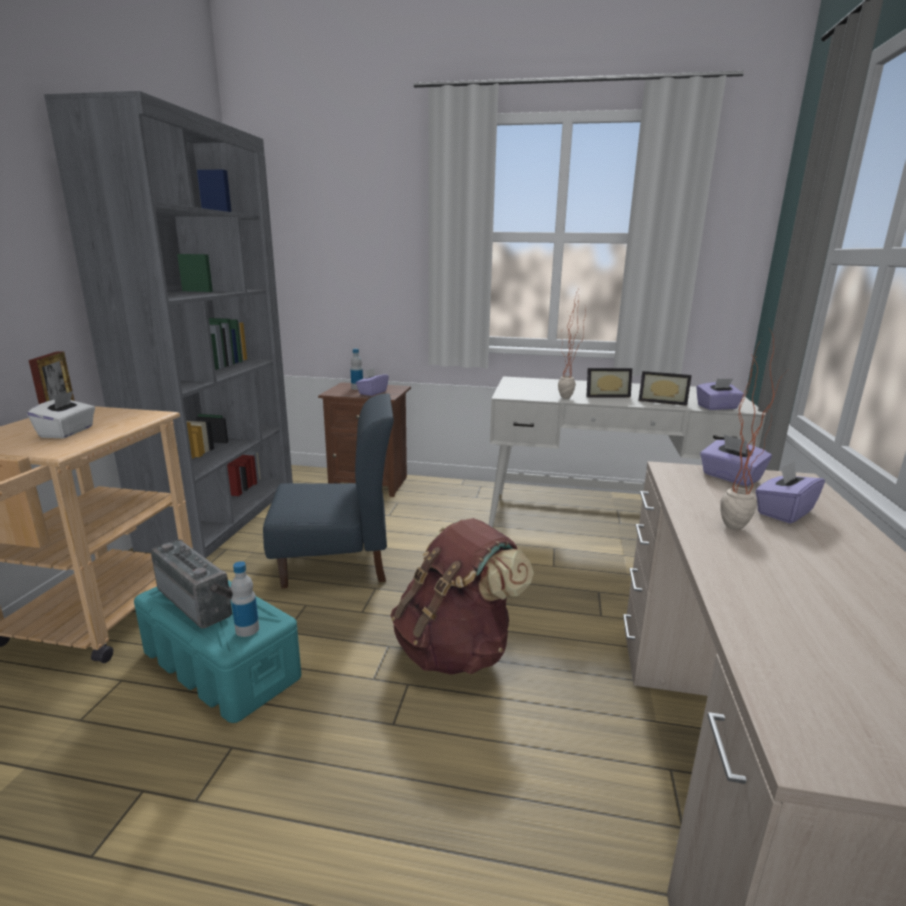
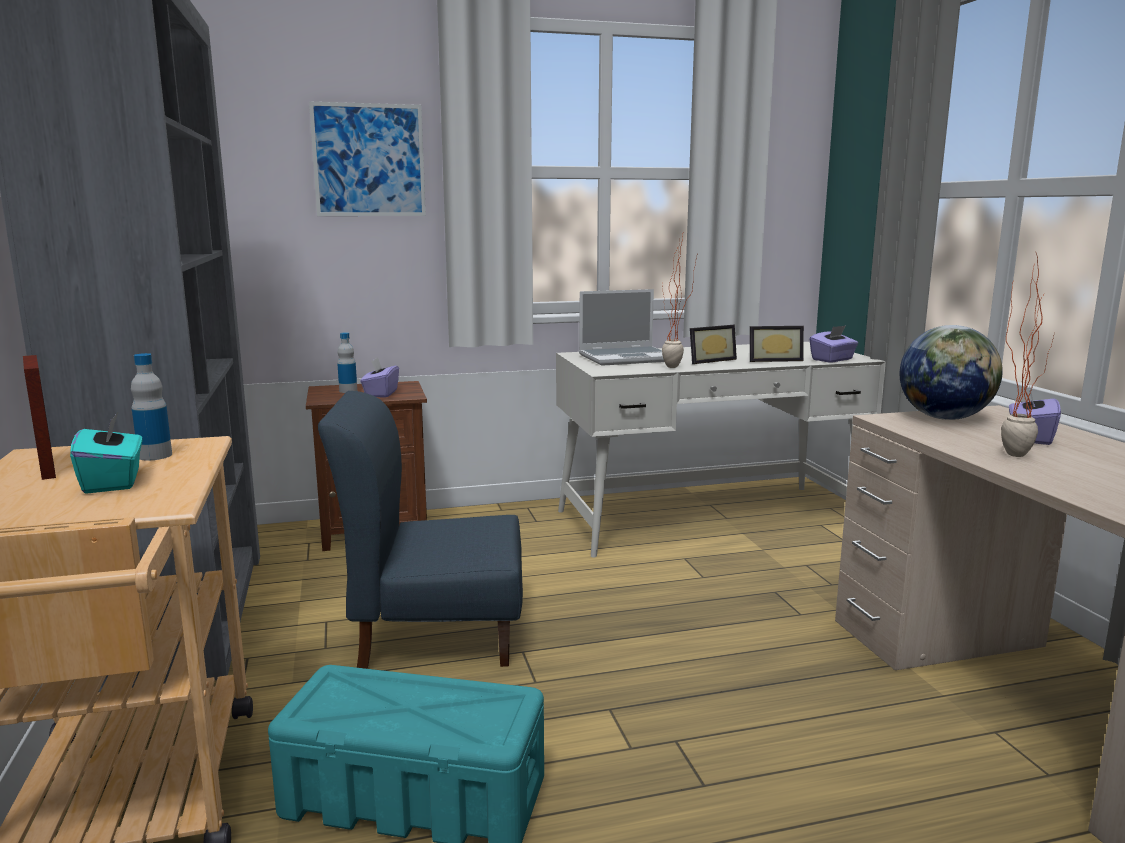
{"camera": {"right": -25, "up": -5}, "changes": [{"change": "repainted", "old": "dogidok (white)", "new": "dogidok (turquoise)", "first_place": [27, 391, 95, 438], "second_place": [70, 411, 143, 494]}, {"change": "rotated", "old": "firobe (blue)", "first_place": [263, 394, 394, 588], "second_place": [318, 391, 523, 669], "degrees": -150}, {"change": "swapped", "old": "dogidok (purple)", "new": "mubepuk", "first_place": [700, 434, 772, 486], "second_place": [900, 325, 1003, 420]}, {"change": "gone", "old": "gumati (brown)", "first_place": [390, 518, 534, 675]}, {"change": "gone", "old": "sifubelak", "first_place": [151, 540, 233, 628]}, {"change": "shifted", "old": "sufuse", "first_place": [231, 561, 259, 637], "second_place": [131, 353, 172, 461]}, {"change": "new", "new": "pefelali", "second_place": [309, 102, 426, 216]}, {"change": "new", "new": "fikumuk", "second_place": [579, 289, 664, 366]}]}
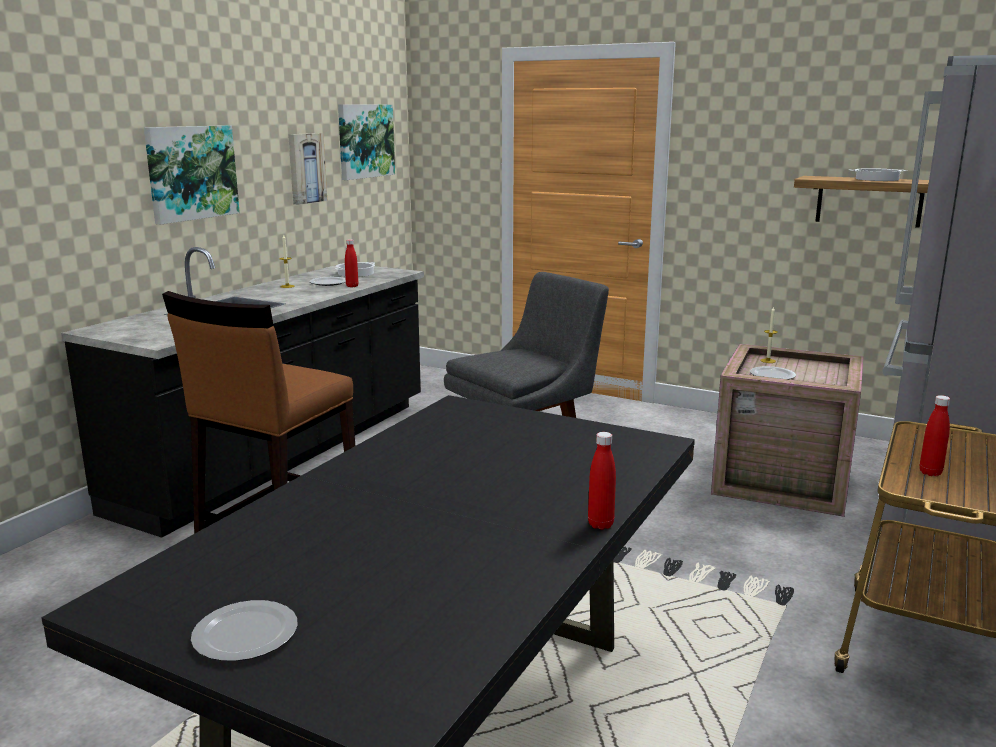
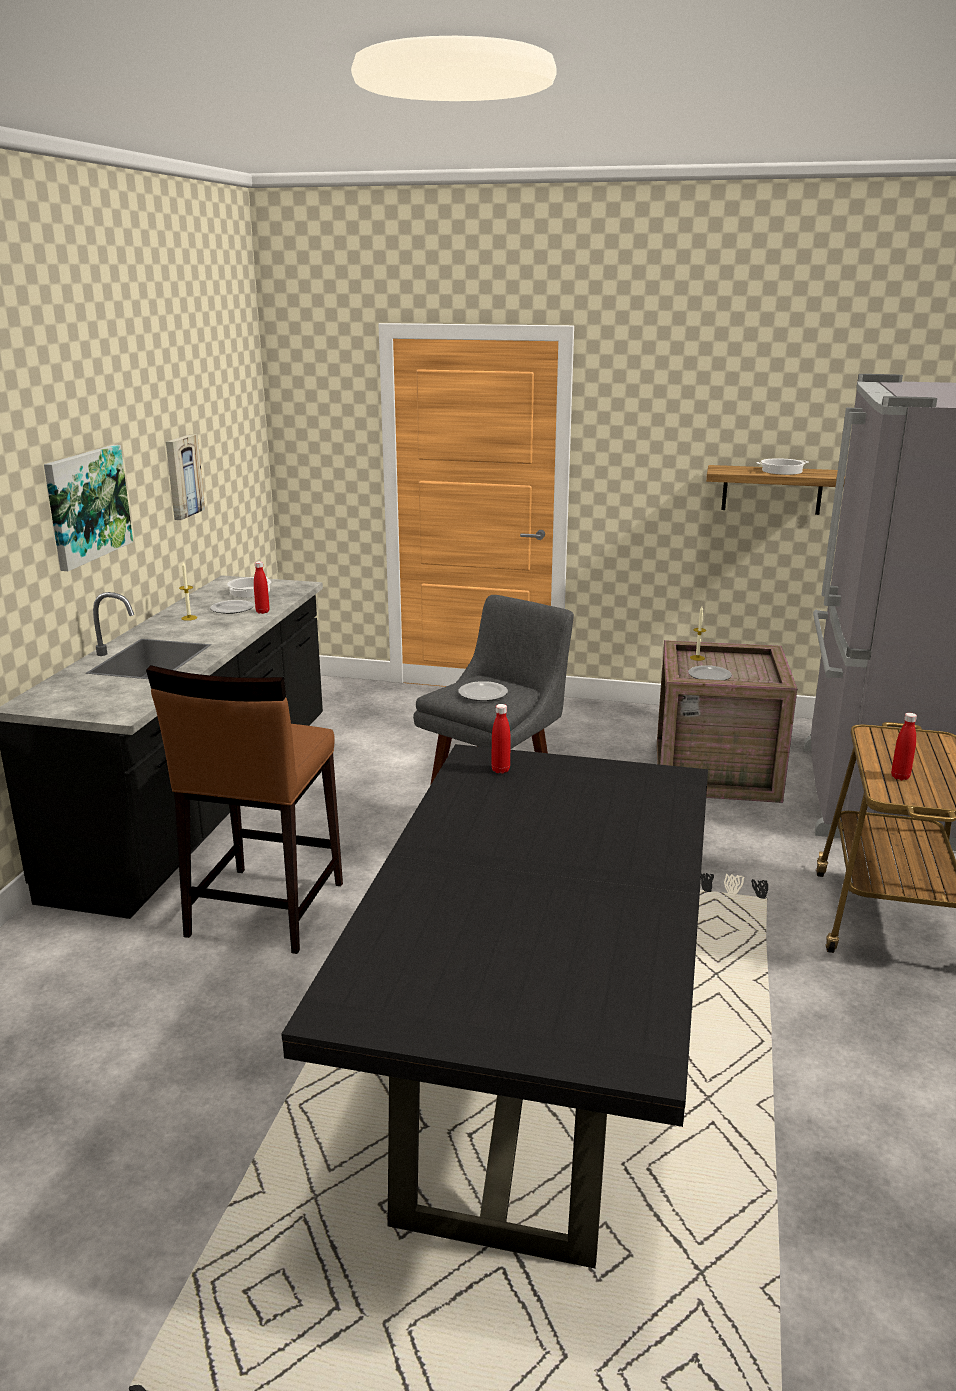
{"camera": {"right": -15, "up": 5}, "changes": [{"change": "gone", "old": "pefelali", "first_place": [338, 104, 395, 180]}, {"change": "shifted", "old": "sufuse (red)", "first_place": [588, 432, 616, 530], "second_place": [491, 704, 510, 774]}, {"change": "shifted", "old": "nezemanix", "first_place": [191, 600, 298, 661], "second_place": [458, 681, 508, 701]}]}
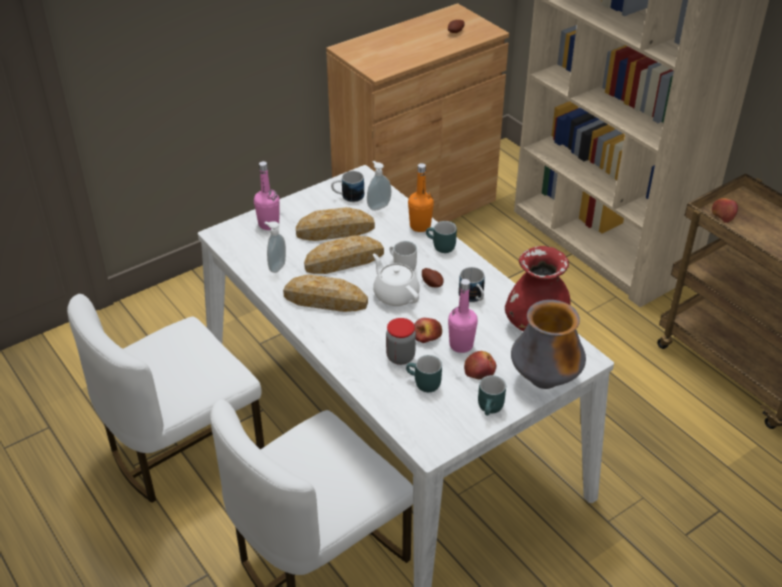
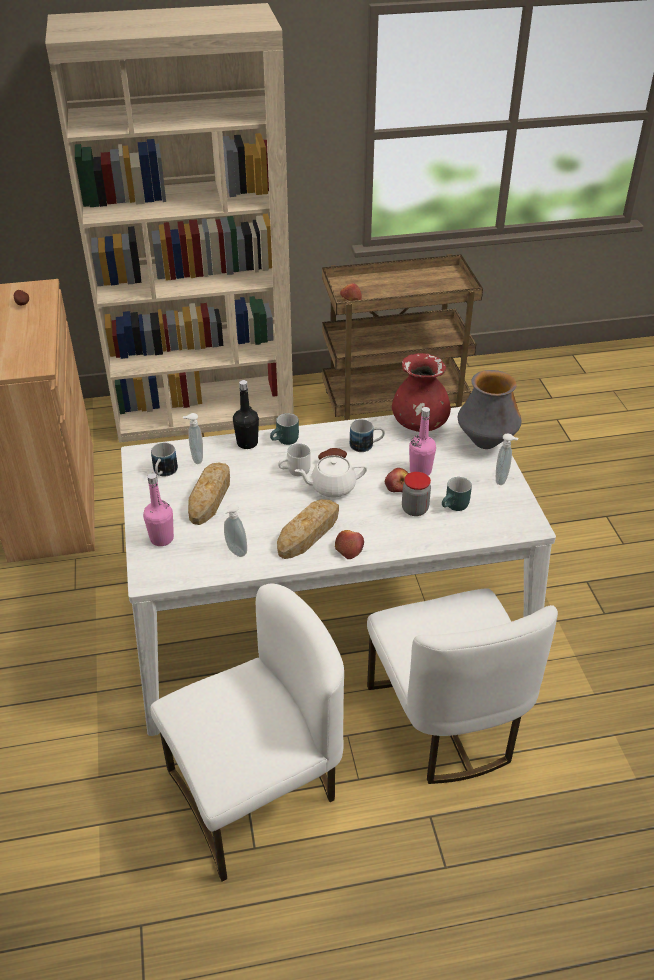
{"camera": {"right": -65, "up": 0}, "changes": [{"change": "repainted", "old": "sufuse (orange)", "new": "sufuse (black)", "first_place": [408, 163, 434, 232], "second_place": [233, 380, 259, 449]}, {"change": "gone", "old": "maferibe", "first_place": [304, 235, 384, 274]}, {"change": "rotated", "old": "firobe (white)", "first_place": [67, 294, 265, 503], "second_place": [150, 584, 344, 882], "degrees": -105}, {"change": "shifted", "old": "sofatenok", "first_place": [464, 351, 496, 380], "second_place": [335, 530, 364, 559]}, {"change": "swapped", "old": "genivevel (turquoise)", "new": "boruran", "first_place": [478, 375, 506, 415], "second_place": [496, 433, 518, 485]}]}
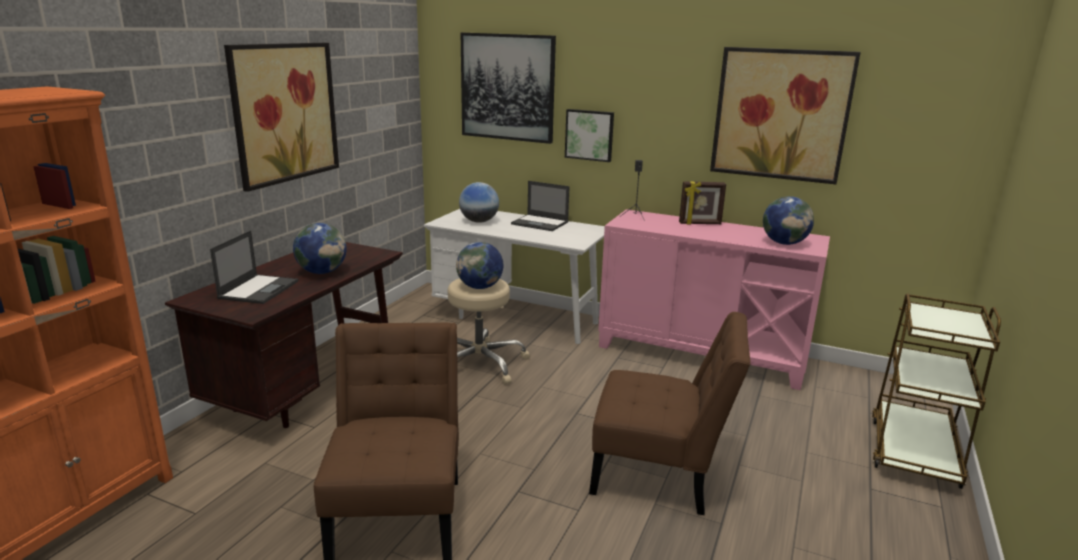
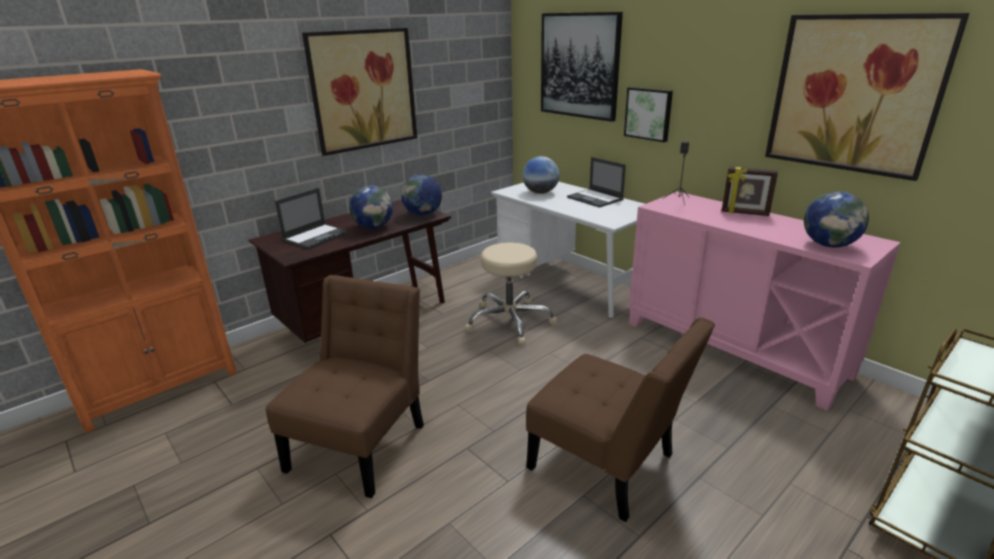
{"camera": {"right": 25, "up": 5}, "changes": [{"change": "shifted", "old": "mubepuk", "first_place": [456, 242, 503, 289], "second_place": [401, 175, 442, 216]}]}
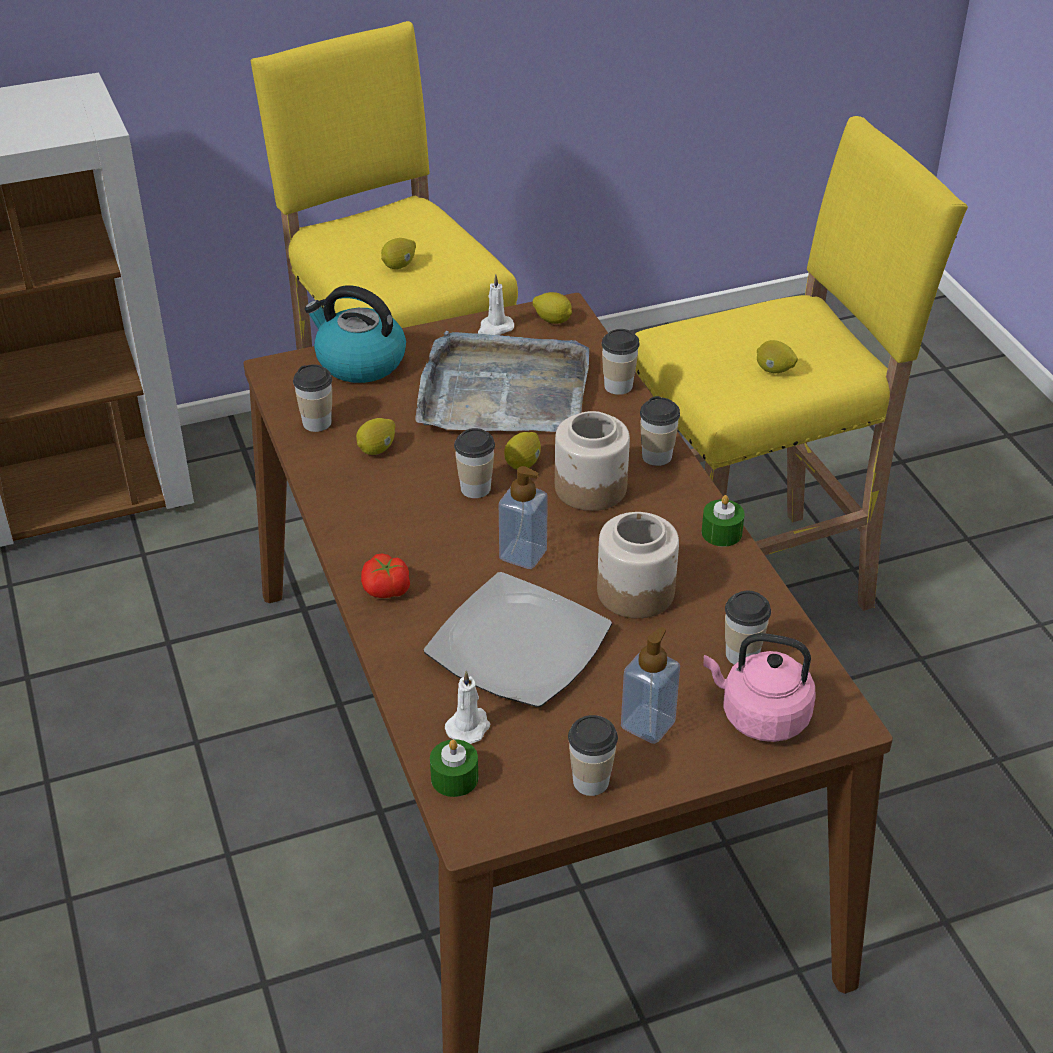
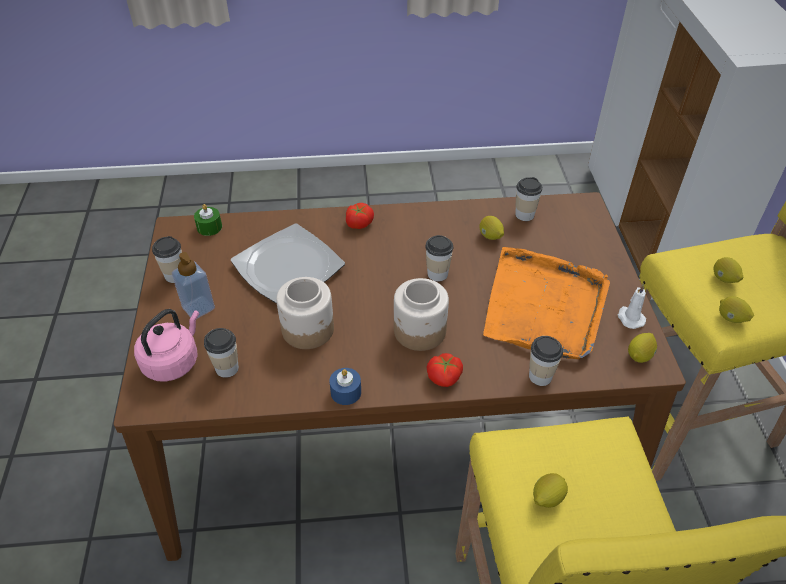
{"camera": {"right": 105, "up": 5}, "changes": [{"change": "gone", "old": "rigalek", "first_place": [305, 285, 406, 383]}, {"change": "repainted", "old": "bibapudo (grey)", "new": "bibapudo (orange)", "first_place": [415, 331, 589, 432], "second_place": [483, 247, 610, 359]}, {"change": "swapped", "old": "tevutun", "new": "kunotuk", "first_place": [640, 396, 680, 466], "second_place": [427, 353, 463, 387]}, {"change": "shifted", "old": "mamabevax", "first_place": [504, 432, 541, 469], "second_place": [719, 296, 754, 323]}, {"change": "gone", "old": "boruran", "first_place": [499, 466, 548, 569]}, {"change": "repainted", "old": "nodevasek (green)", "new": "nodevasek (blue)", "first_place": [702, 495, 745, 547], "second_place": [329, 368, 361, 405]}, {"change": "gone", "old": "nodevasek (white)", "first_place": [445, 670, 491, 744]}]}
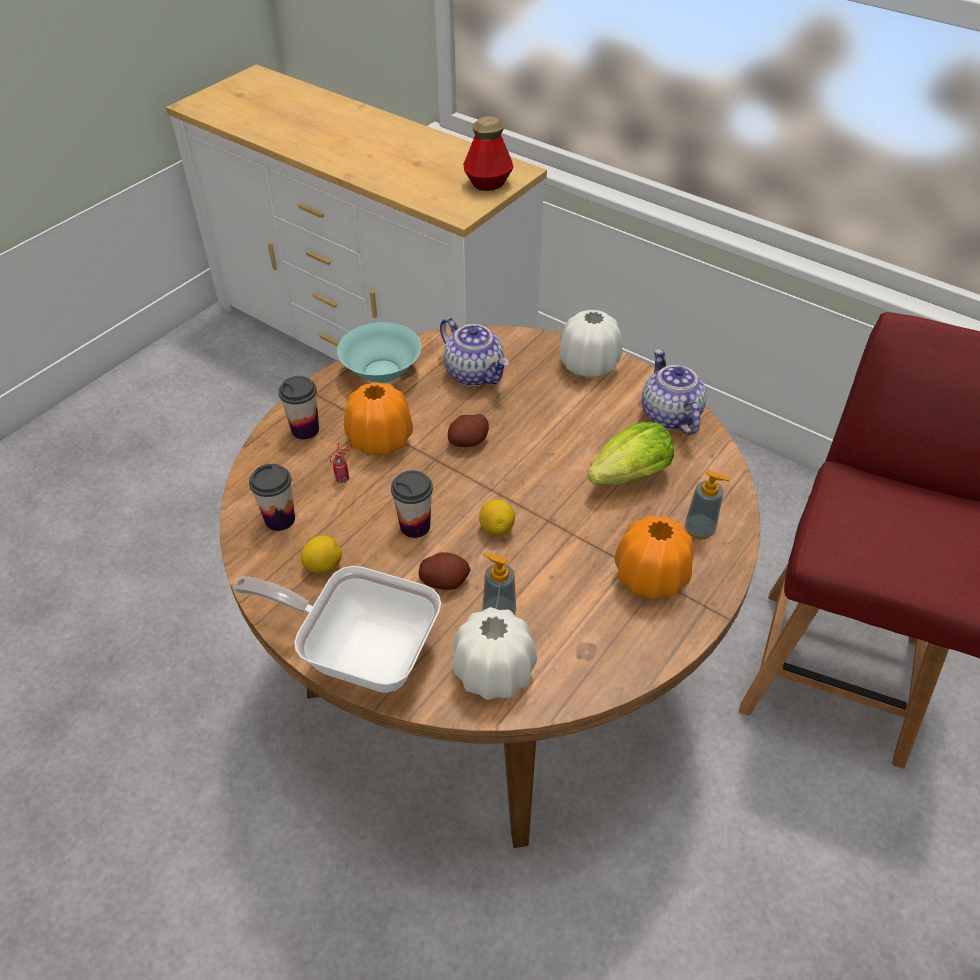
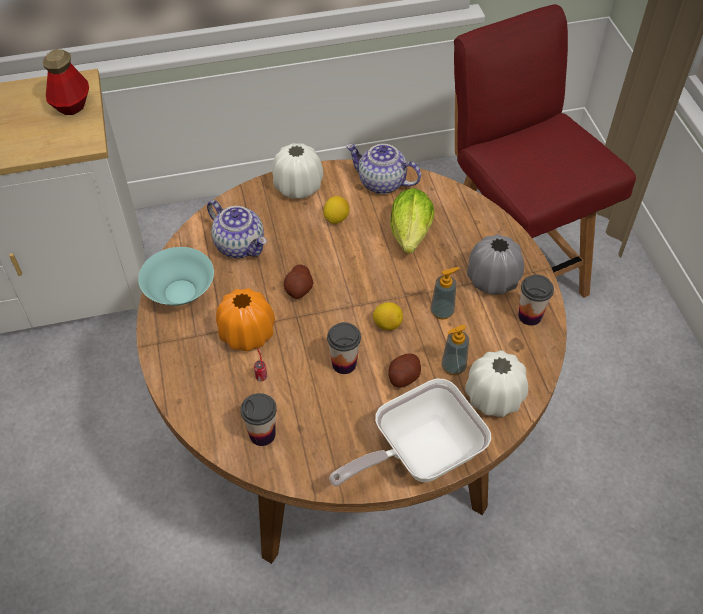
{"camera": {"right": -50, "up": 5}, "changes": [{"change": "rotated", "old": "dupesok", "first_place": [440, 317, 509, 386], "second_place": [207, 200, 267, 258], "degrees": 45}, {"change": "shifted", "old": "tevutun", "first_place": [278, 376, 319, 440], "second_place": [518, 274, 554, 326]}, {"change": "shifted", "old": "boruran", "first_place": [685, 470, 731, 540], "second_place": [430, 267, 460, 320]}, {"change": "repainted", "old": "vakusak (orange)", "new": "vakusak (grey)", "first_place": [615, 515, 694, 600], "second_place": [467, 234, 524, 295]}, {"change": "shifted", "old": "mamabevax", "first_place": [301, 535, 342, 573], "second_place": [323, 196, 349, 224]}]}
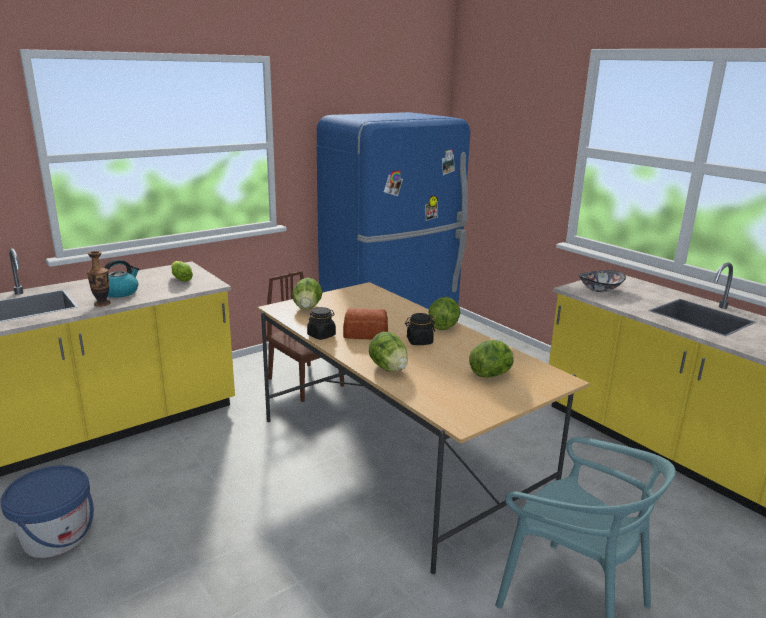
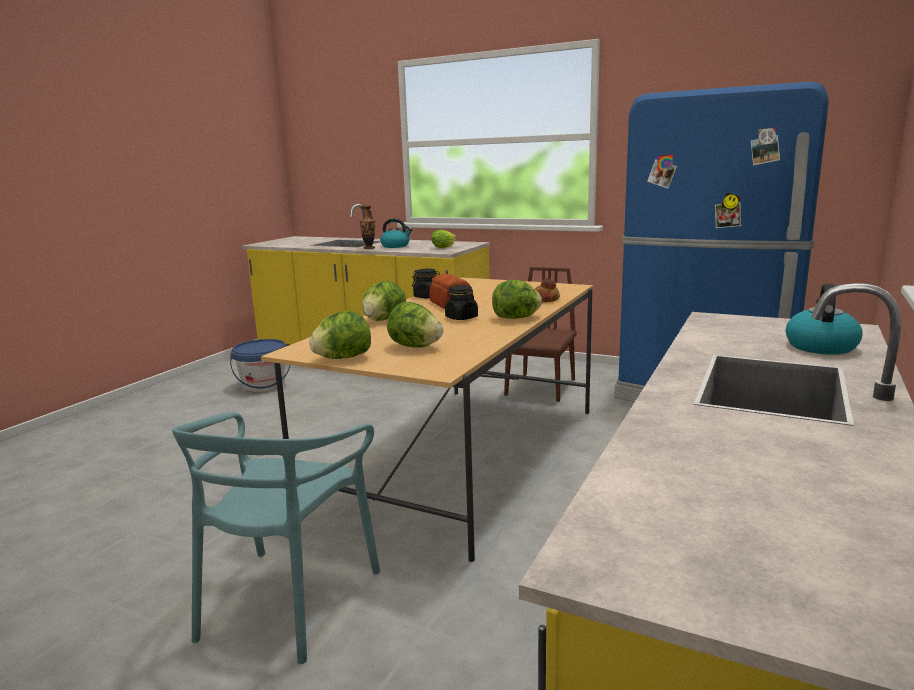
{"camera": {"right": 65, "up": -5}, "changes": [{"change": "gone", "old": "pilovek", "first_place": [578, 270, 626, 292]}, {"change": "shifted", "old": "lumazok", "first_place": [292, 278, 322, 310], "second_place": [309, 311, 371, 359]}, {"change": "new", "new": "maferibe", "second_place": [535, 278, 560, 302]}, {"change": "new", "new": "rigalek", "second_place": [786, 284, 863, 355]}]}
